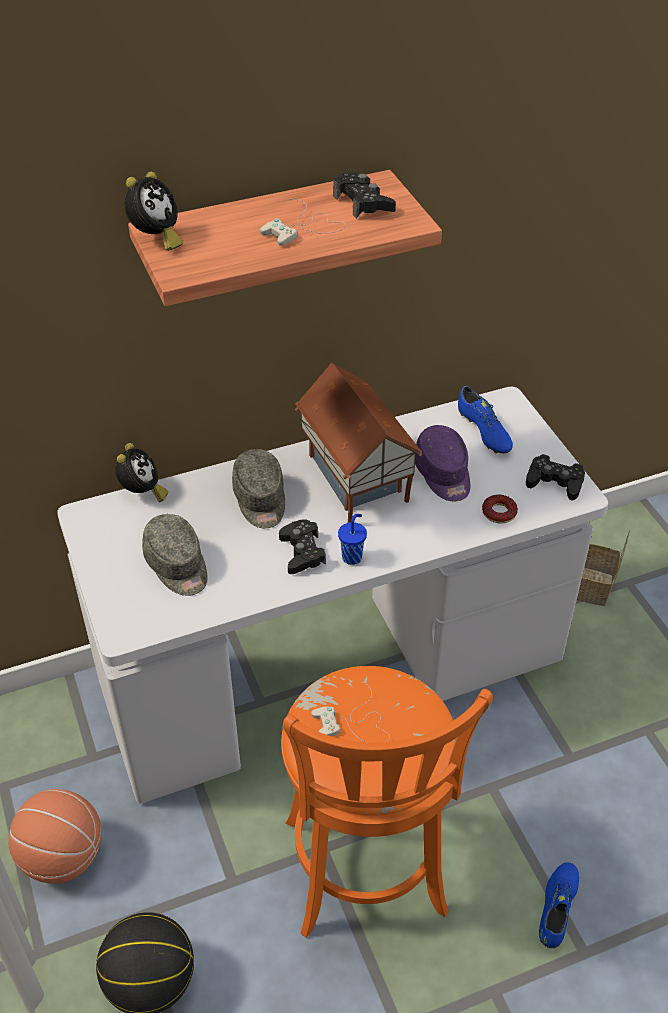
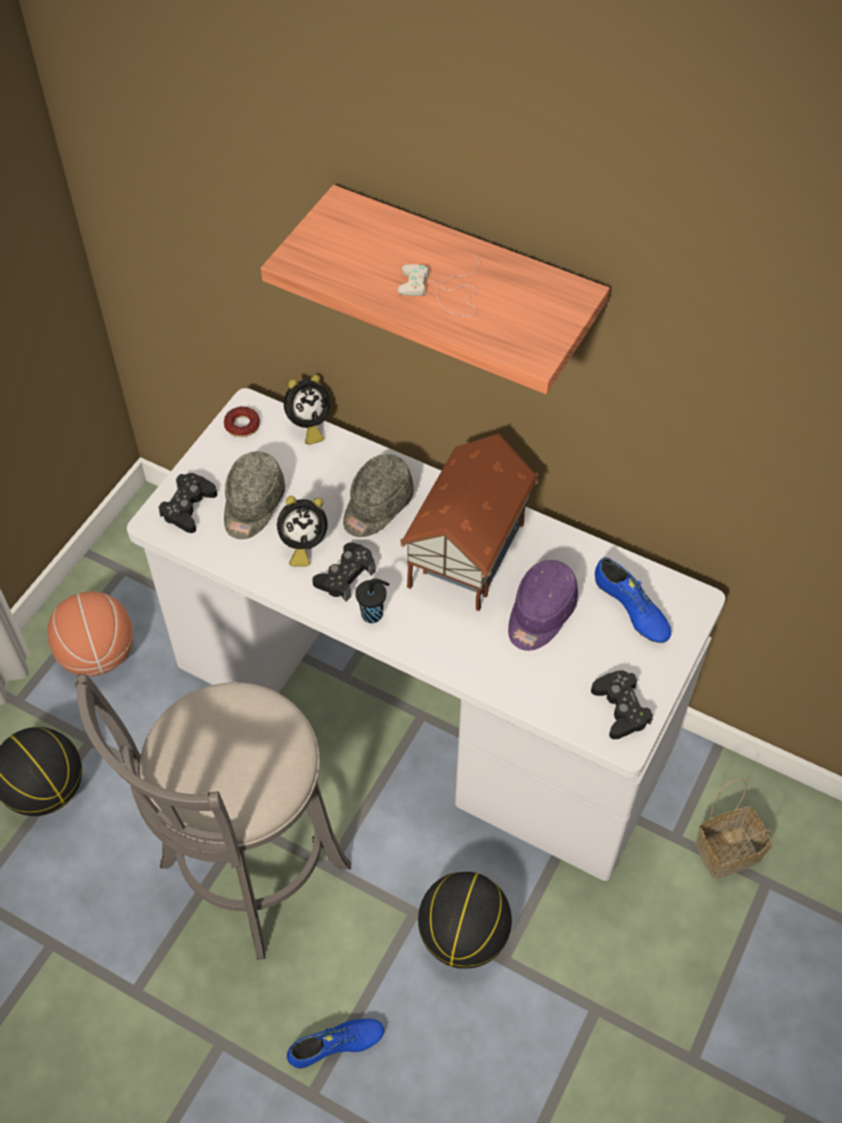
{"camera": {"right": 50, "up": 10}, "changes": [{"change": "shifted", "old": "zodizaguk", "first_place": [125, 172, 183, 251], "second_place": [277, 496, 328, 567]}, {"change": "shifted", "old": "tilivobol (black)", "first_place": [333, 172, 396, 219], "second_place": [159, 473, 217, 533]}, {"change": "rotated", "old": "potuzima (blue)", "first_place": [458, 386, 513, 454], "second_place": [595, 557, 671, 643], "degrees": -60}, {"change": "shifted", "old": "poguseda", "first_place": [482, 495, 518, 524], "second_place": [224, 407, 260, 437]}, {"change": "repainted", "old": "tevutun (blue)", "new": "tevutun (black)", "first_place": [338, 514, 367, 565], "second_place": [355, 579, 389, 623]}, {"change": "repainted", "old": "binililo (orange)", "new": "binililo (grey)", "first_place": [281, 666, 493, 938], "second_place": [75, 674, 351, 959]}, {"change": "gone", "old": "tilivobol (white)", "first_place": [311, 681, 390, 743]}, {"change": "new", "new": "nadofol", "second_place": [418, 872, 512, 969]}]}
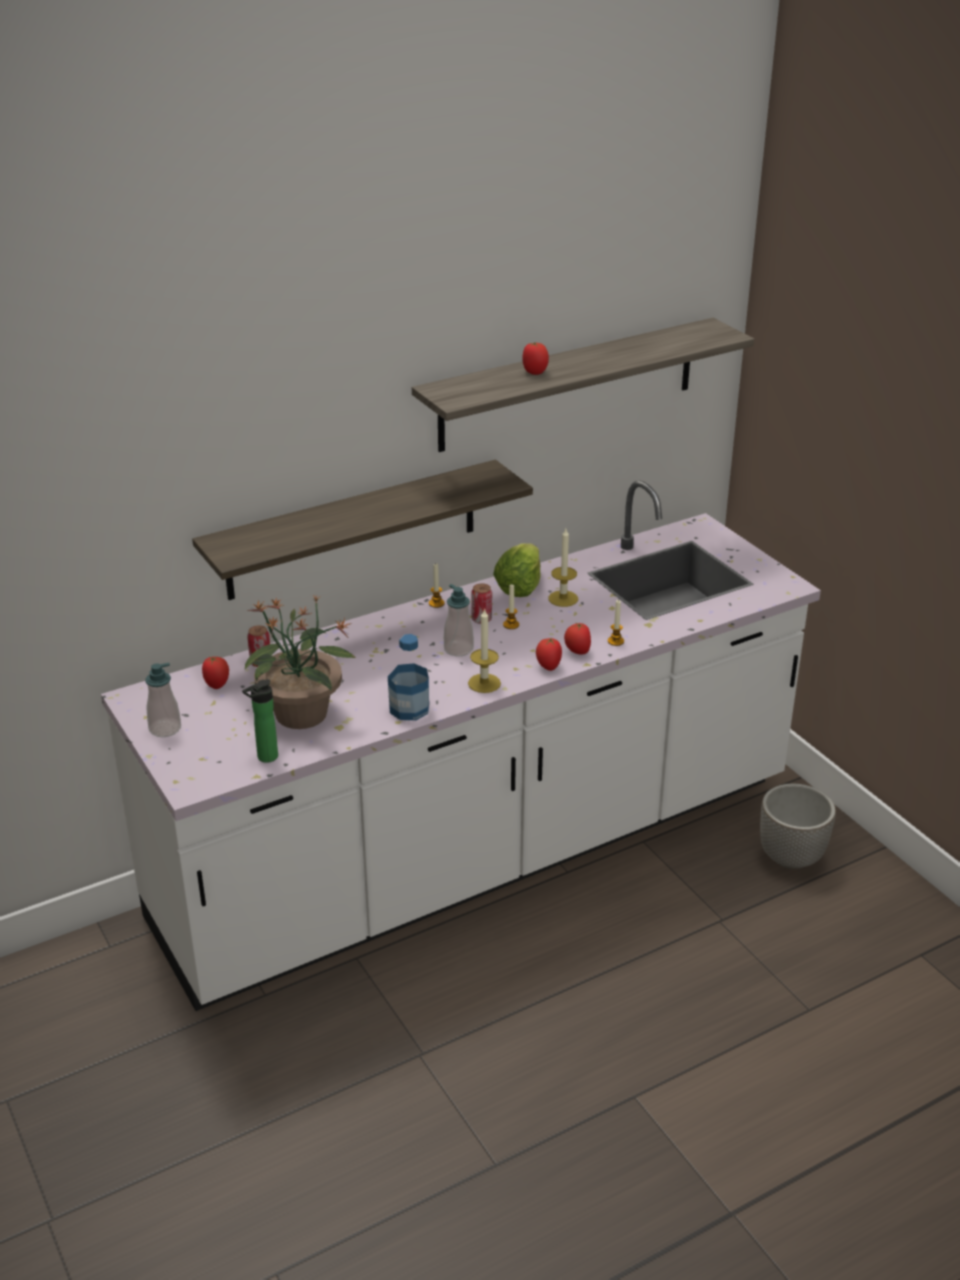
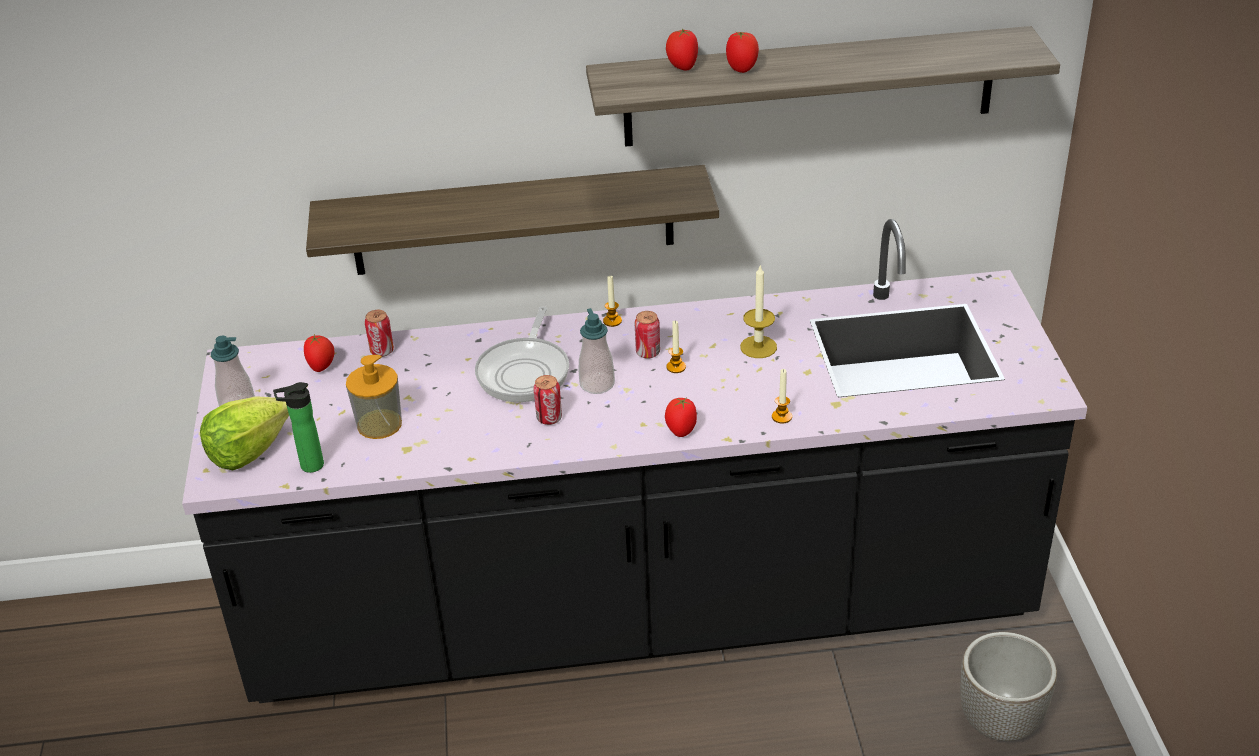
{"camera": {"right": 25, "up": 5}, "changes": [{"change": "repainted", "old": "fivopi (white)", "new": "fivopi (black)", "first_place": [101, 481, 821, 1011], "second_place": [182, 219, 1087, 703]}, {"change": "shifted", "old": "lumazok", "first_place": [493, 543, 540, 597], "second_place": [200, 396, 289, 470]}, {"change": "swapped", "old": "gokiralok", "new": "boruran", "first_place": [245, 594, 357, 729], "second_place": [346, 355, 402, 439]}, {"change": "gone", "old": "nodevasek", "first_place": [468, 608, 501, 693]}, {"change": "shifted", "old": "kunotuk", "first_place": [564, 623, 591, 655], "second_place": [666, 29, 698, 71]}, {"change": "gone", "old": "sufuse", "first_place": [388, 634, 429, 720]}, {"change": "new", "new": "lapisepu", "second_place": [475, 306, 569, 402]}, {"change": "new", "new": "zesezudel", "second_place": [533, 375, 562, 425]}]}
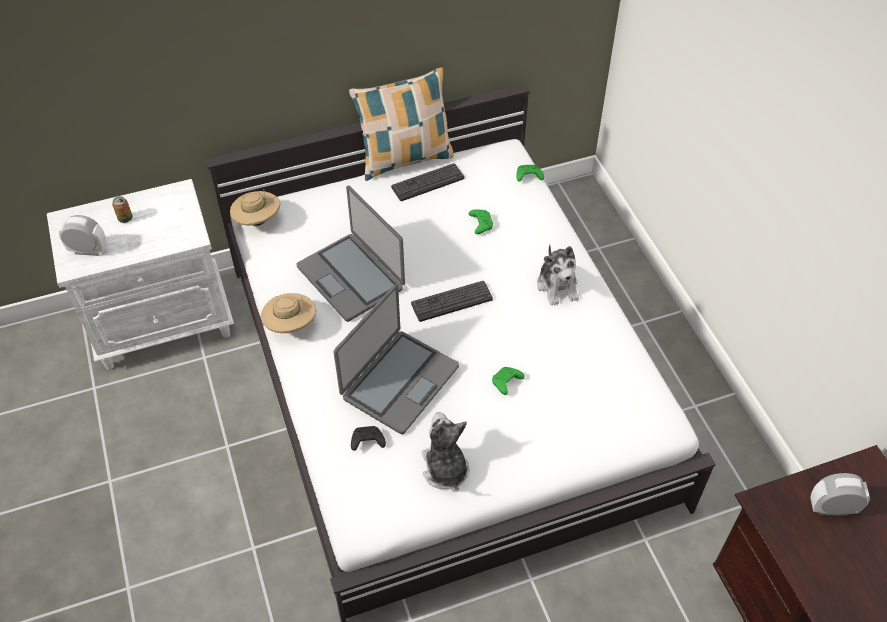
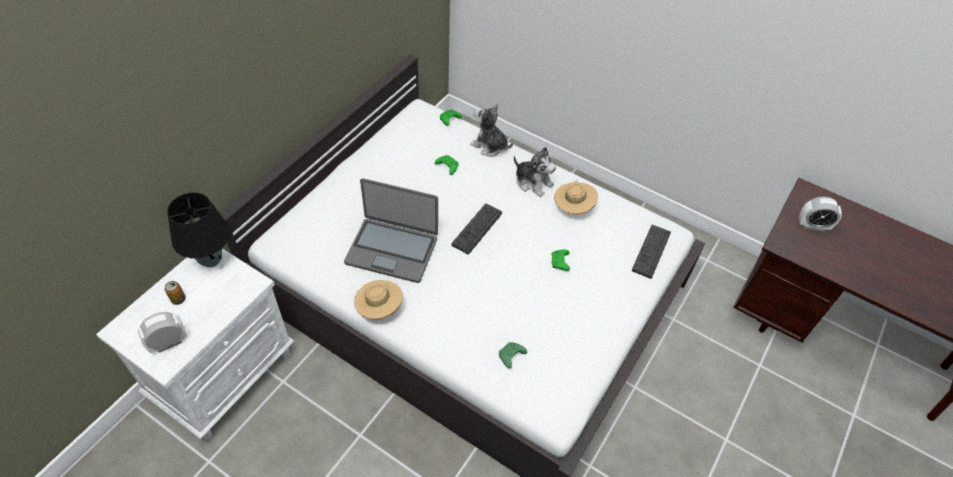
{"camera": {"right": -40, "up": 0}, "changes": [{"change": "gone", "old": "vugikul", "first_place": [349, 67, 454, 181]}, {"change": "shifted", "old": "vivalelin", "first_place": [391, 163, 464, 201], "second_place": [632, 225, 671, 279]}, {"change": "shifted", "old": "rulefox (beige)", "first_place": [230, 189, 280, 226], "second_place": [554, 180, 598, 214]}, {"change": "gone", "old": "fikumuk", "first_place": [334, 284, 459, 434]}, {"change": "shifted", "old": "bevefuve", "first_place": [422, 412, 469, 492], "second_place": [470, 104, 513, 157]}, {"change": "repainted", "old": "tilivobol (black)", "new": "tilivobol (green)", "first_place": [351, 426, 386, 451], "second_place": [499, 342, 527, 369]}, {"change": "rotated", "old": "zodizaguk", "first_place": [810, 473, 870, 516], "second_place": [799, 197, 842, 232], "degrees": -135}, {"change": "new", "new": "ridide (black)", "second_place": [167, 193, 230, 268]}]}
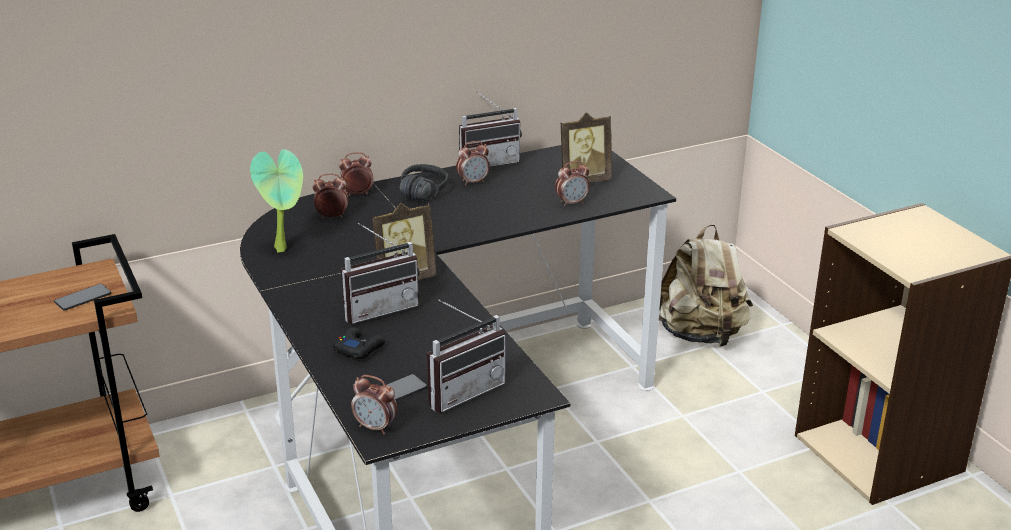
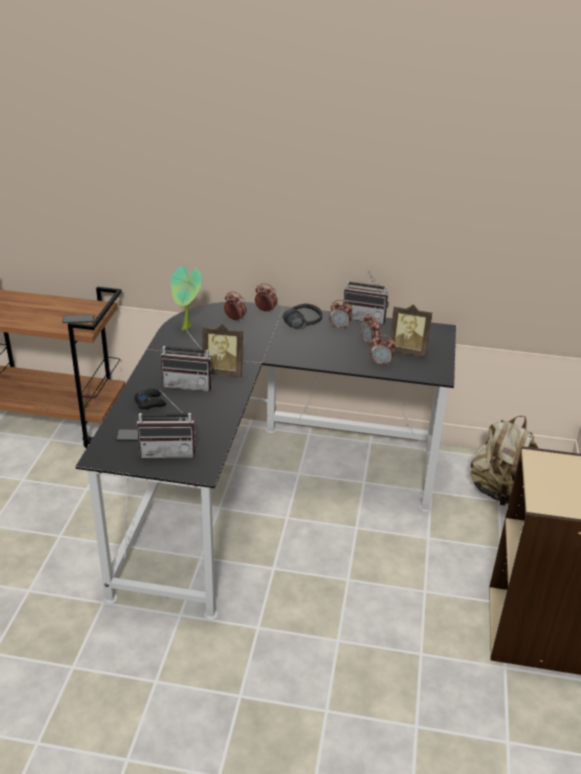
{"camera": {"right": 35, "up": 5}, "changes": [{"change": "shifted", "old": "zodizaguk", "first_place": [351, 375, 397, 434], "second_place": [361, 314, 381, 347]}]}
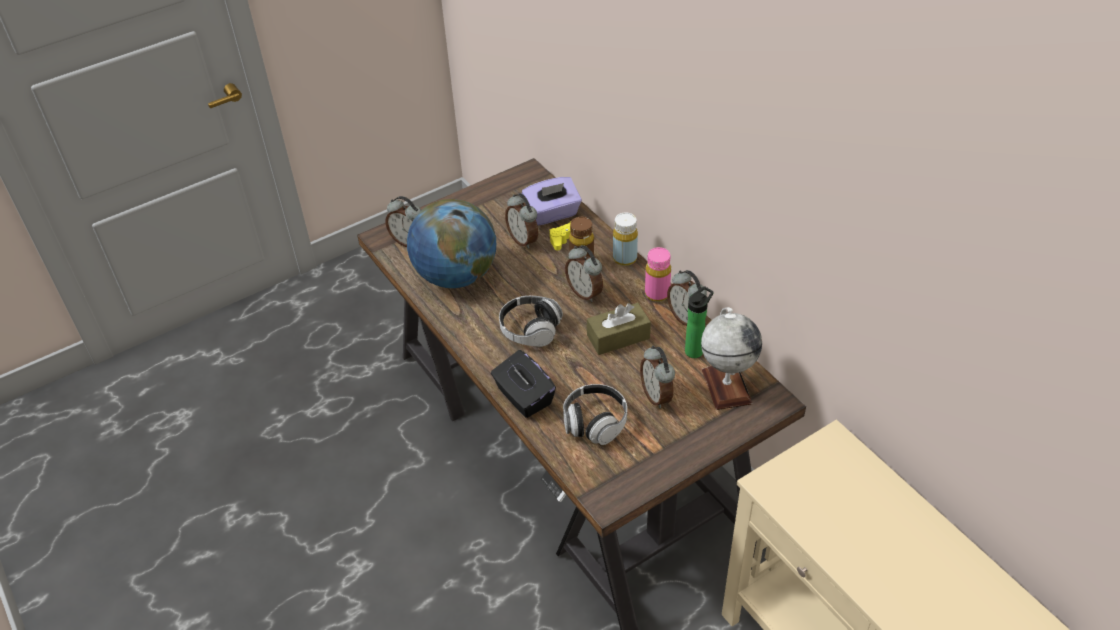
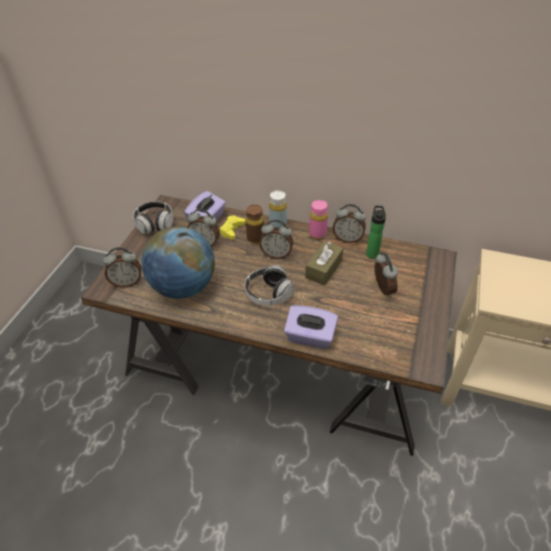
{"camera": {"right": -40, "up": 0}, "changes": [{"change": "gone", "old": "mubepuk", "first_place": [701, 307, 762, 410]}, {"change": "rotated", "old": "zodizaguk", "first_place": [640, 346, 675, 408], "second_place": [374, 252, 398, 297], "degrees": -135}, {"change": "repainted", "old": "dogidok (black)", "new": "dogidok (purple)", "first_place": [491, 350, 556, 418], "second_place": [284, 305, 338, 349]}, {"change": "shifted", "old": "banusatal", "first_place": [563, 384, 627, 445], "second_place": [133, 201, 173, 234]}]}
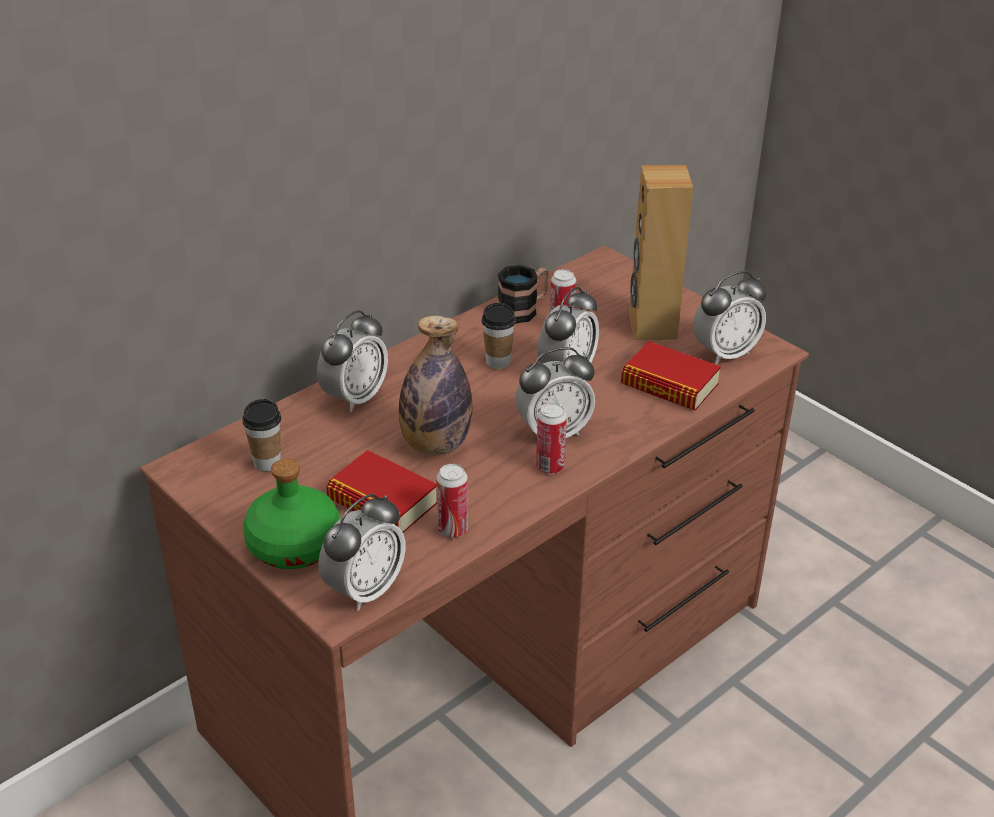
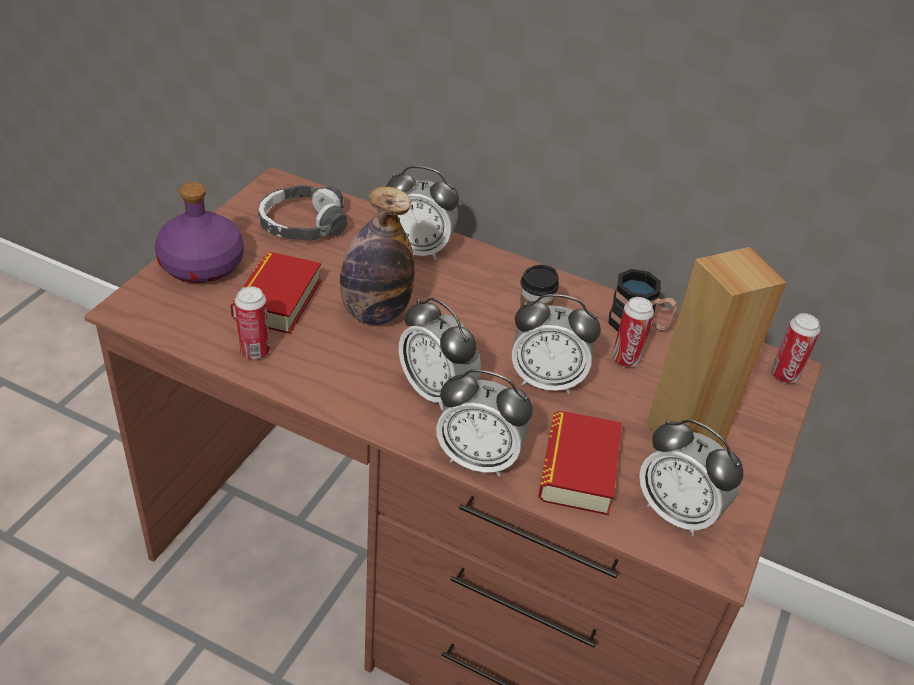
{"camera": {"right": 65, "up": 5}, "changes": [{"change": "swapped", "old": "tevutun", "new": "banusatal", "first_place": [242, 399, 281, 471], "second_place": [258, 185, 348, 241]}, {"change": "shifted", "old": "zesezudel", "first_place": [536, 403, 567, 474], "second_place": [771, 313, 820, 383]}, {"change": "repainted", "old": "sufuse (green)", "new": "sufuse (purple)", "first_place": [243, 458, 341, 569], "second_place": [155, 182, 244, 283]}, {"change": "shifted", "old": "zodizaguk", "first_place": [318, 494, 406, 611], "second_place": [436, 369, 533, 476]}]}
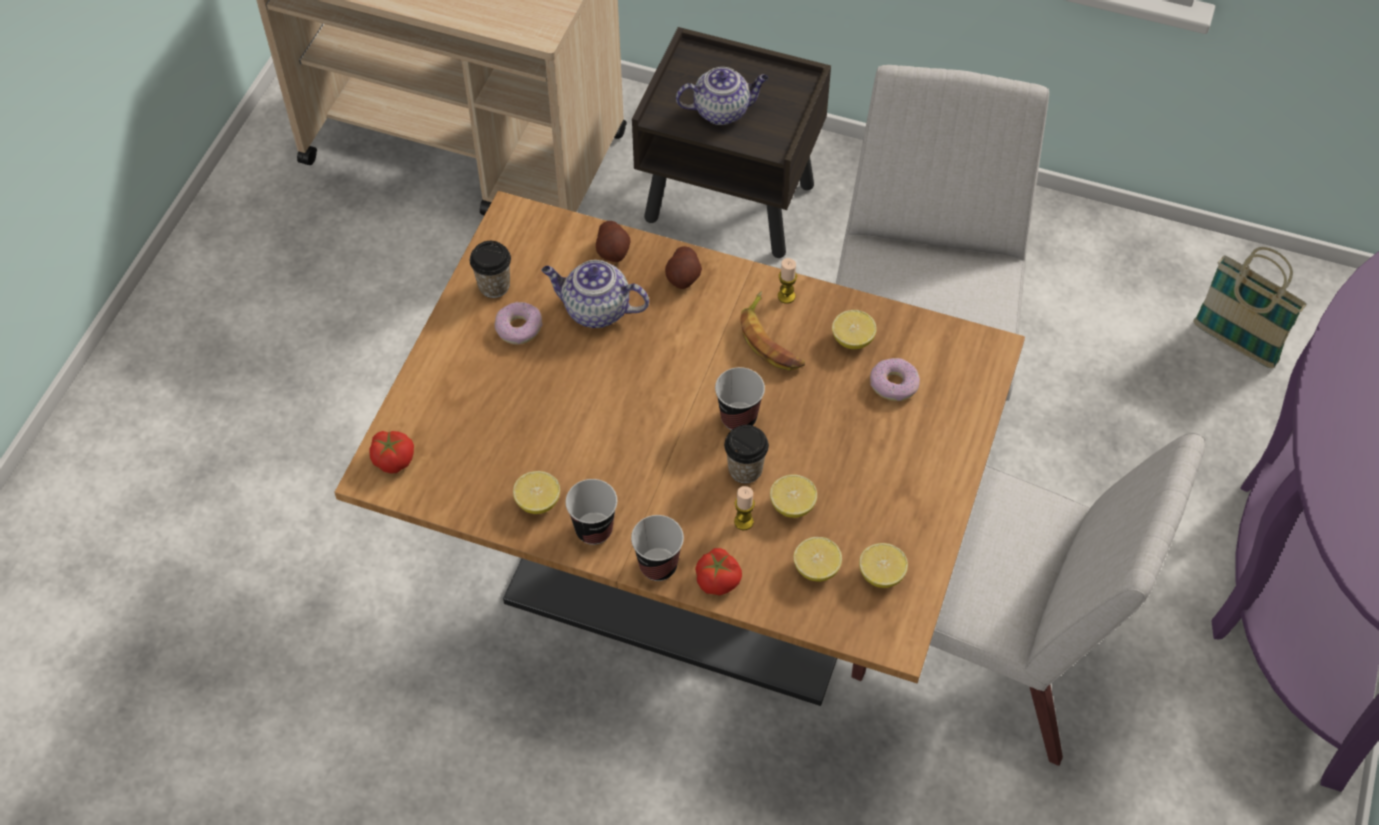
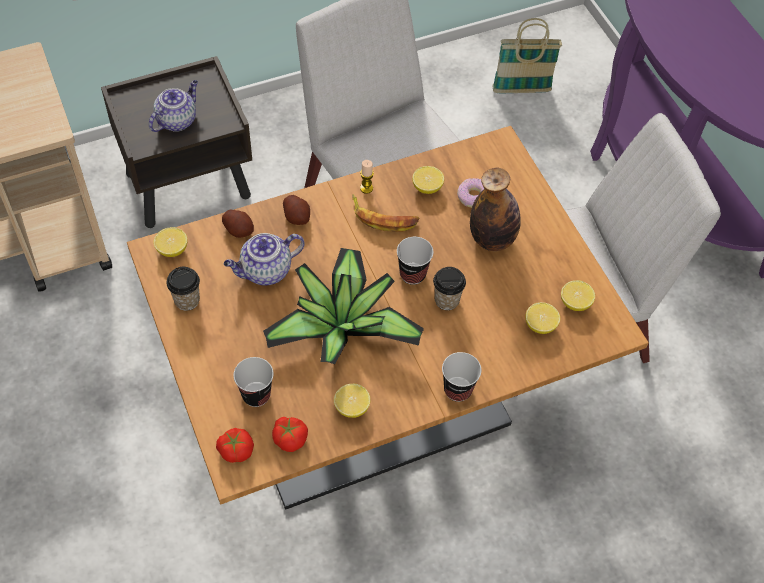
{"camera": {"right": -45, "up": 0}, "changes": [{"change": "gone", "old": "poguseda", "first_place": [495, 302, 543, 345]}, {"change": "shifted", "old": "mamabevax", "first_place": [770, 474, 817, 518], "second_place": [153, 227, 187, 257]}, {"change": "shifted", "old": "tevutun", "first_place": [566, 479, 617, 545], "second_place": [234, 357, 274, 407]}, {"change": "gone", "old": "nodevasek", "first_place": [734, 486, 755, 530]}, {"change": "shifted", "old": "kunotuk", "first_place": [695, 548, 742, 596], "second_place": [272, 417, 308, 452]}, {"change": "new", "new": "sufuse", "second_place": [470, 168, 521, 251]}, {"change": "new", "new": "gokiralok", "second_place": [263, 248, 424, 364]}]}
